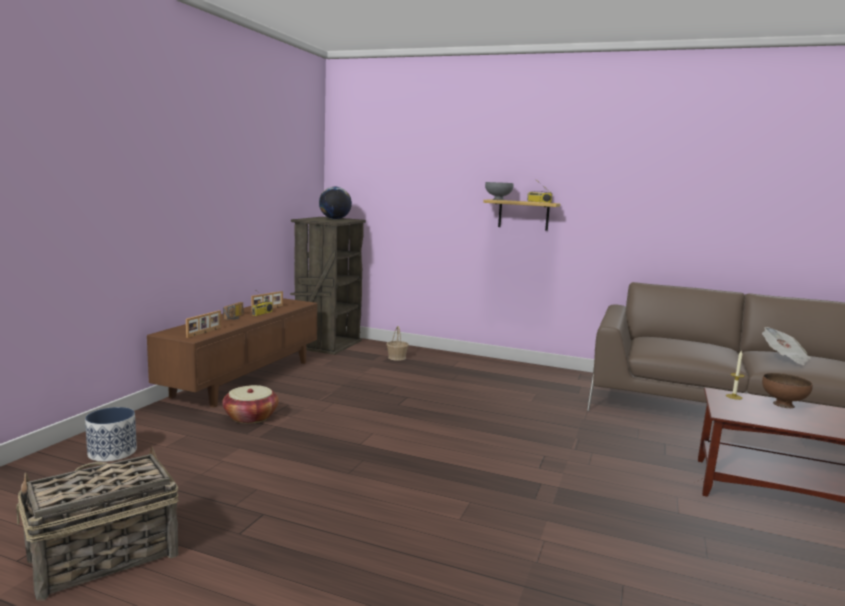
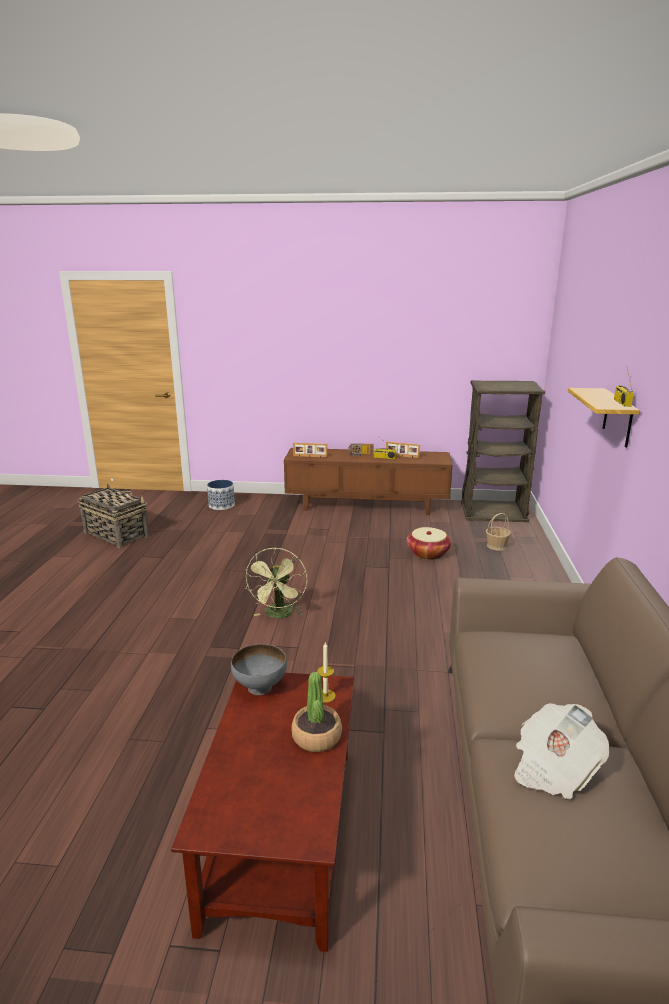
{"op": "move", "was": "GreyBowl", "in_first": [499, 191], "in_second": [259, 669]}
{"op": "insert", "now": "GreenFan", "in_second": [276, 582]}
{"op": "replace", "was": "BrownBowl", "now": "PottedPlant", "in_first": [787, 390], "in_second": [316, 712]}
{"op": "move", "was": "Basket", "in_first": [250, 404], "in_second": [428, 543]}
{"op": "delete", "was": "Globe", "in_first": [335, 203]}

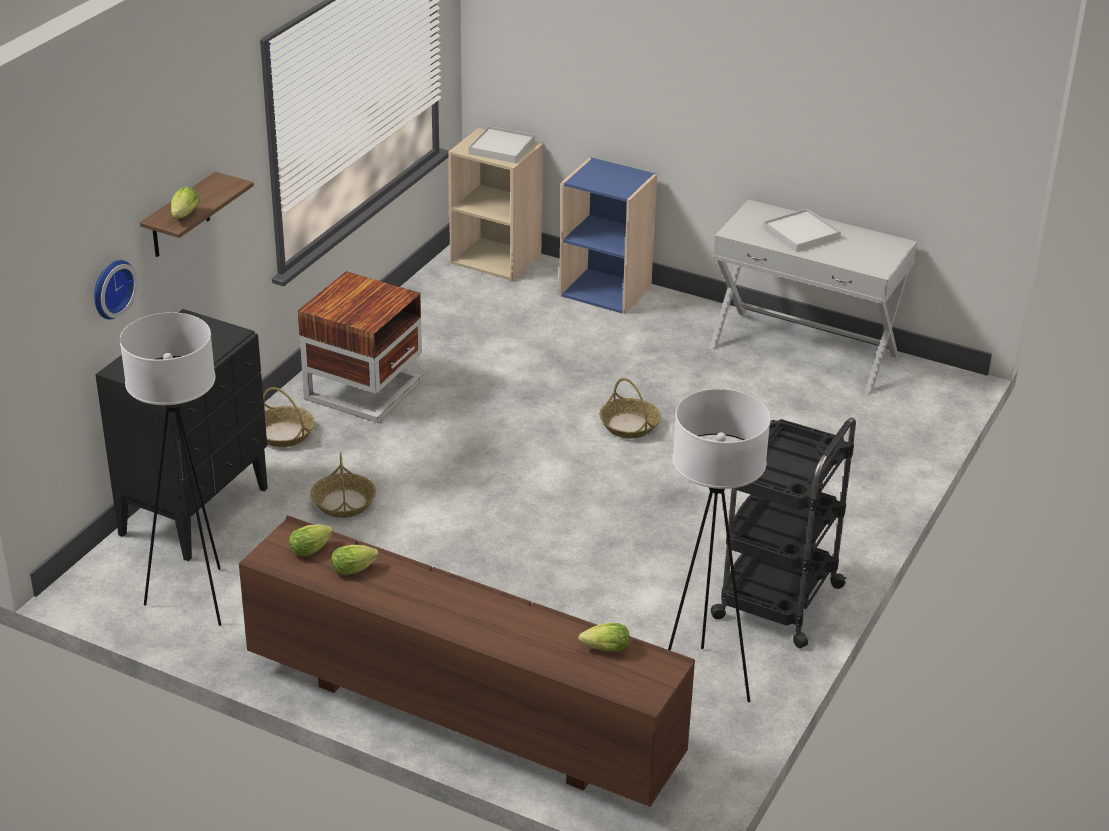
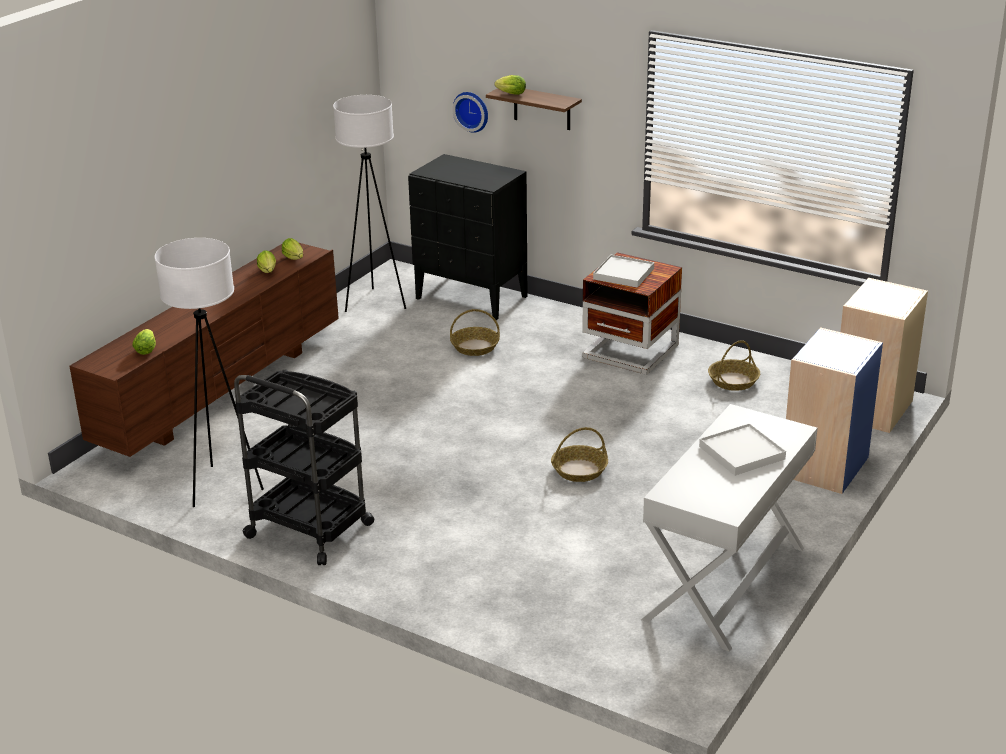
{"op": "move", "was": "WhiteTray", "in_first": [501, 144], "in_second": [623, 271]}
{"op": "move", "was": "Basket", "in_first": [289, 417], "in_second": [734, 365]}

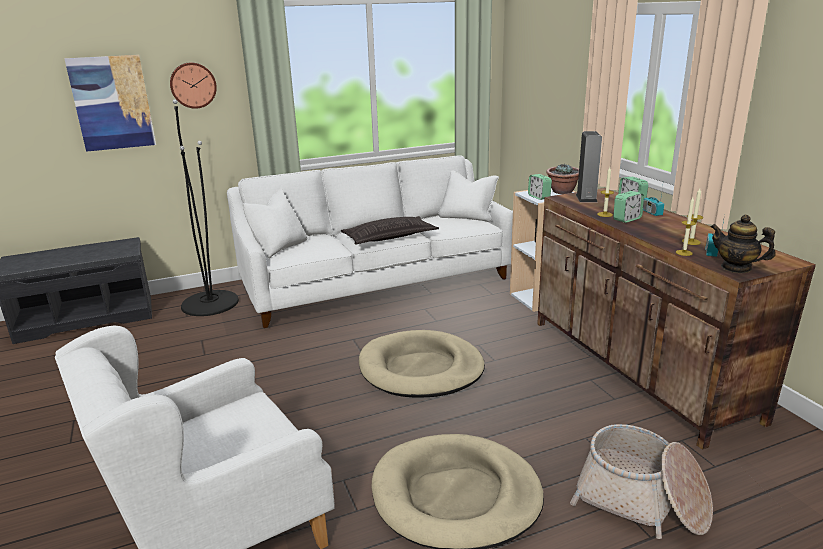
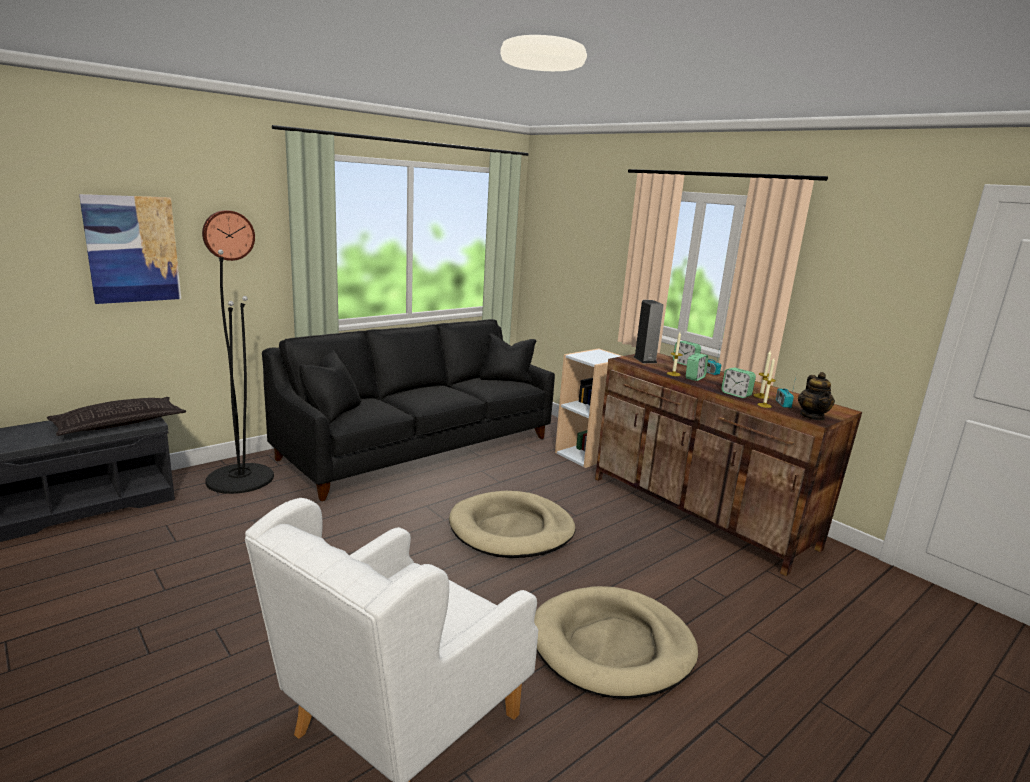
{"op": "move", "was": "Pillow", "in_first": [390, 230], "in_second": [116, 416]}
{"op": "recolor", "was": "WhiteSofa", "now": "BlackSofa", "in_first": [370, 241], "in_second": [408, 410]}
{"op": "move", "was": "AlarmClock", "in_first": [540, 187], "in_second": [738, 383]}
{"op": "rotate", "was": "Teapot", "in_first": [743, 244], "in_second": [816, 396], "clockwise": -105}
{"op": "delete", "was": "PottedPlant", "in_first": [562, 179]}
{"op": "delete", "was": "Basket", "in_first": [641, 481]}

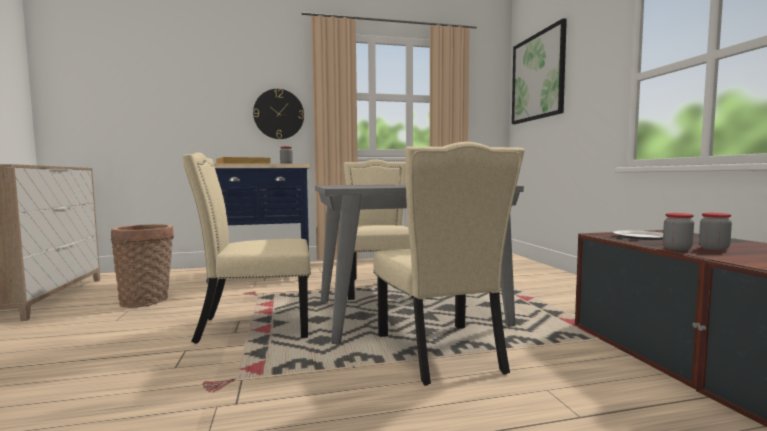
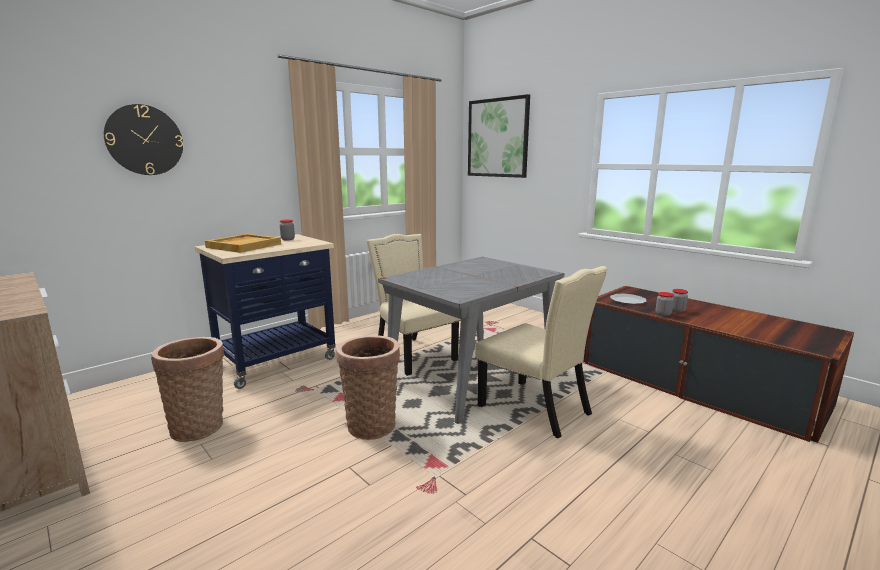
{"op": "move", "was": "WallClock", "in_first": [278, 114], "in_second": [143, 139]}
{"op": "replace", "was": "BeigeChair", "now": "Basket", "in_first": [246, 248], "in_second": [368, 387]}

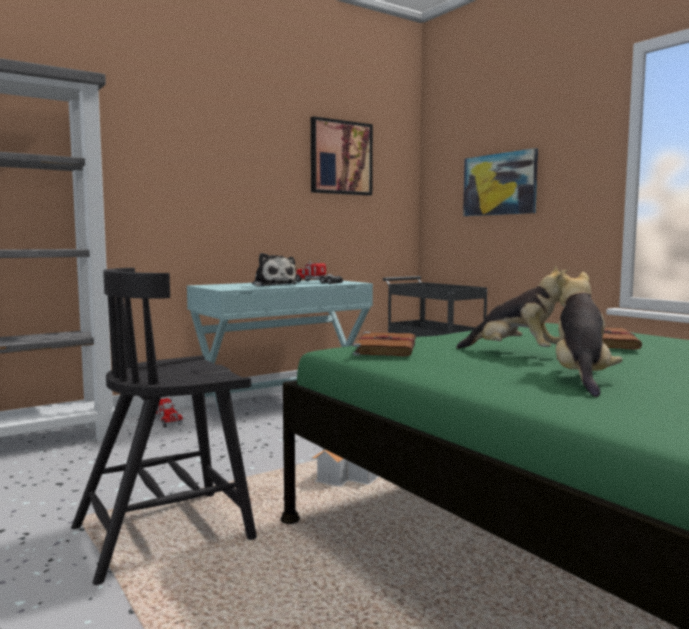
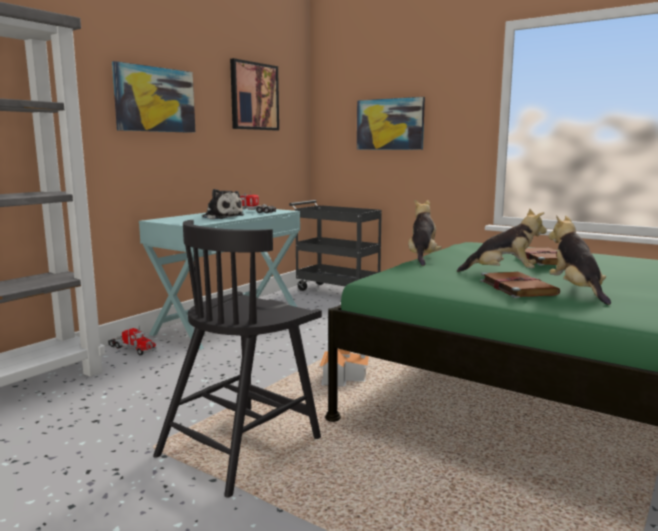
{"op": "insert", "now": "Picture", "in_second": [153, 97]}
{"op": "insert", "now": "PlushToy", "in_second": [425, 232]}
{"op": "move", "was": "BrownBook", "in_first": [384, 344], "in_second": [520, 285]}

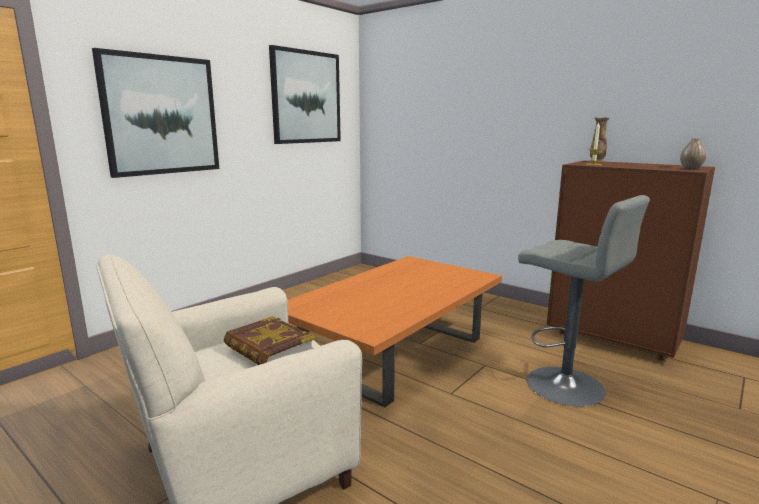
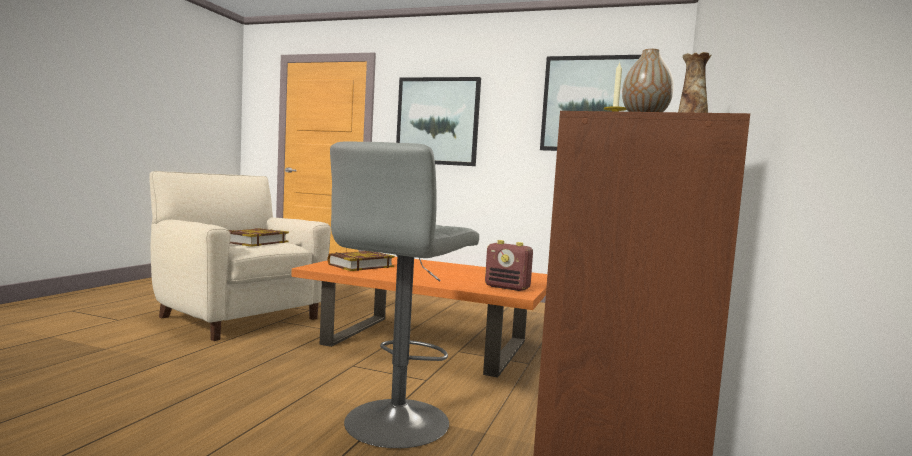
{"op": "insert", "now": "Book", "in_second": [361, 261]}
{"op": "insert", "now": "Radio", "in_second": [509, 265]}

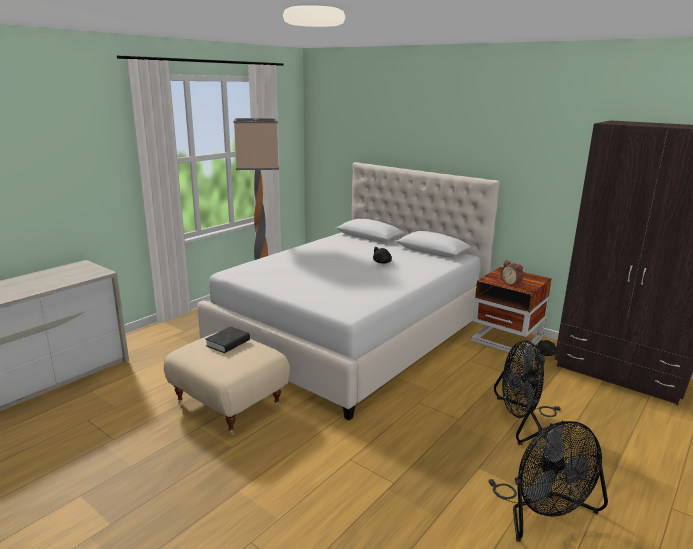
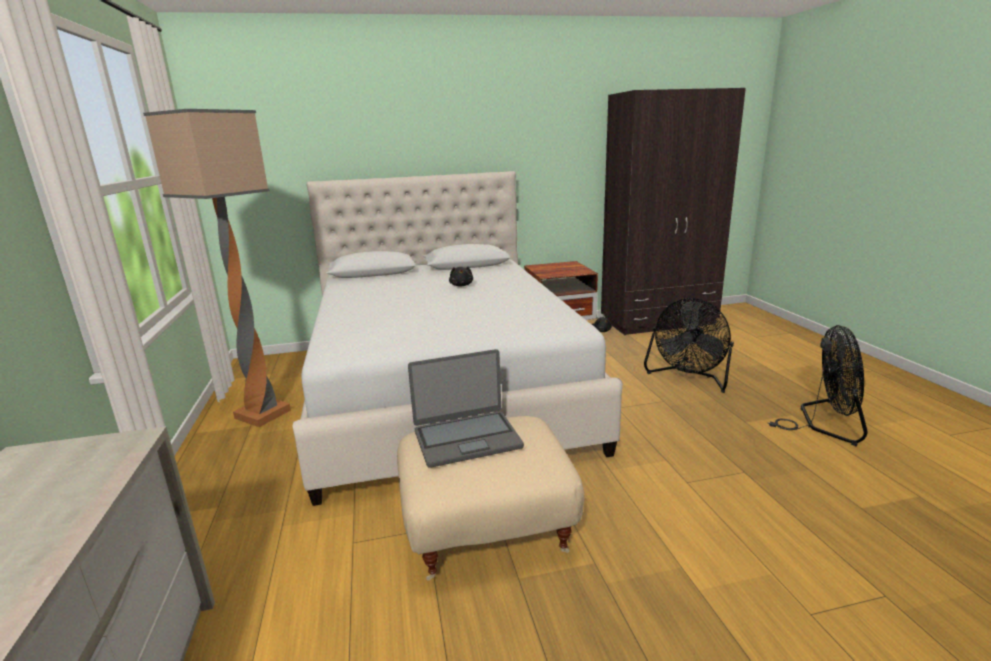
{"op": "replace", "was": "BlackBook", "now": "Laptop", "in_first": [228, 339], "in_second": [466, 408]}
{"op": "delete", "was": "AlarmClock", "in_first": [512, 273]}

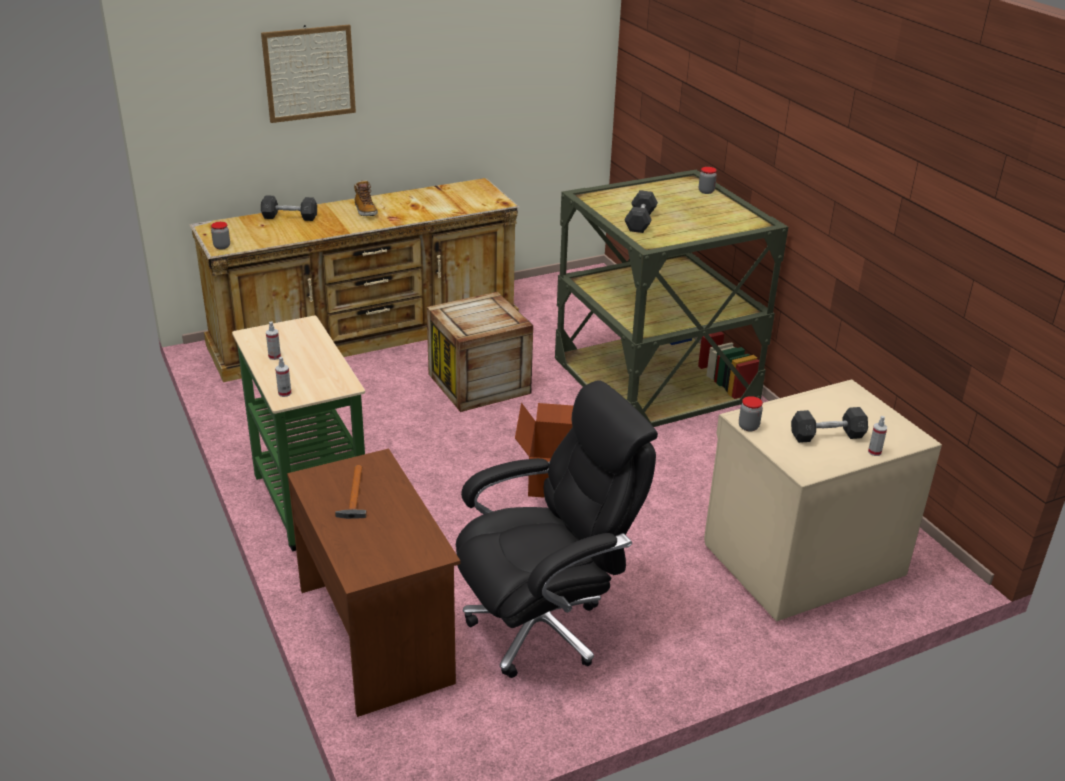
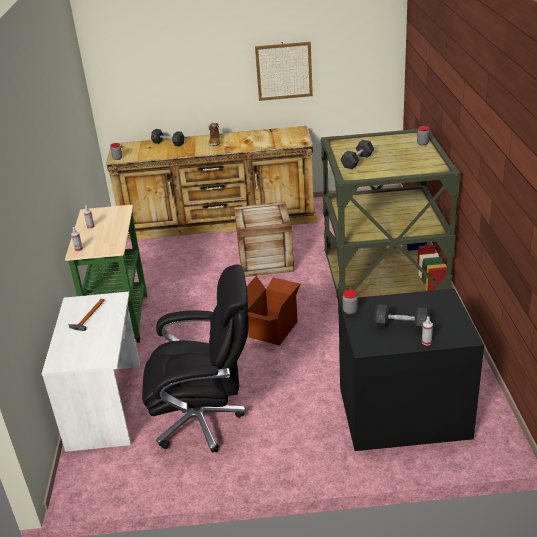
{"op": "recolor", "was": "BrownDesk", "now": "WhiteDesk", "in_first": [373, 583], "in_second": [91, 372]}
{"op": "move", "was": "Picture", "in_first": [308, 73], "in_second": [284, 71]}
{"op": "recolor", "was": "BeigeWashingMachine", "now": "BlackWashingMachine", "in_first": [823, 500], "in_second": [411, 369]}

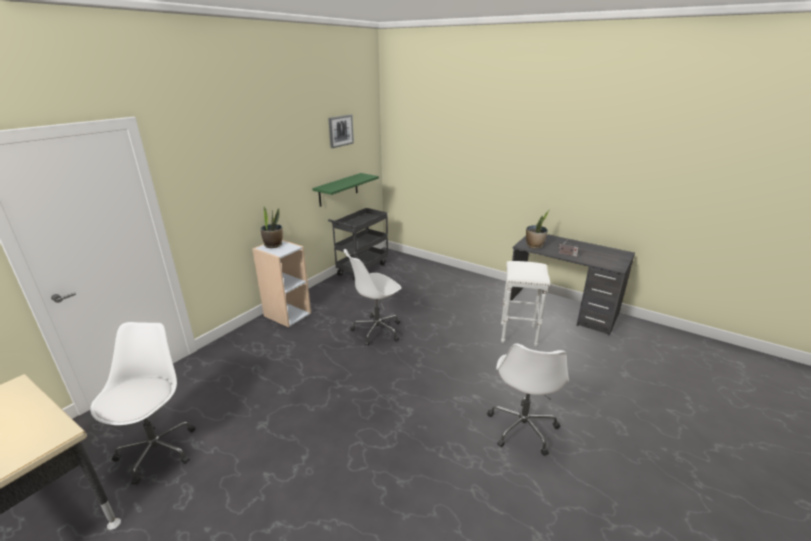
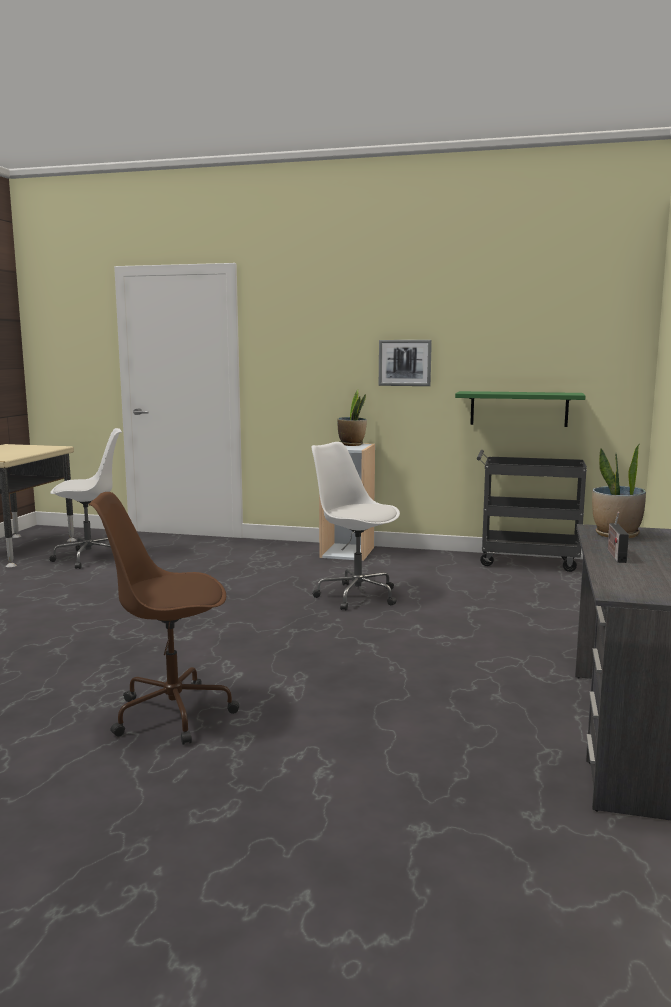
{"op": "recolor", "was": "WhiteOfficeChair", "now": "BrownOfficeChair", "in_first": [528, 399], "in_second": [164, 618]}
{"op": "move", "was": "Picture", "in_first": [341, 131], "in_second": [405, 363]}
{"op": "delete", "was": "WhiteStool", "in_first": [525, 304]}

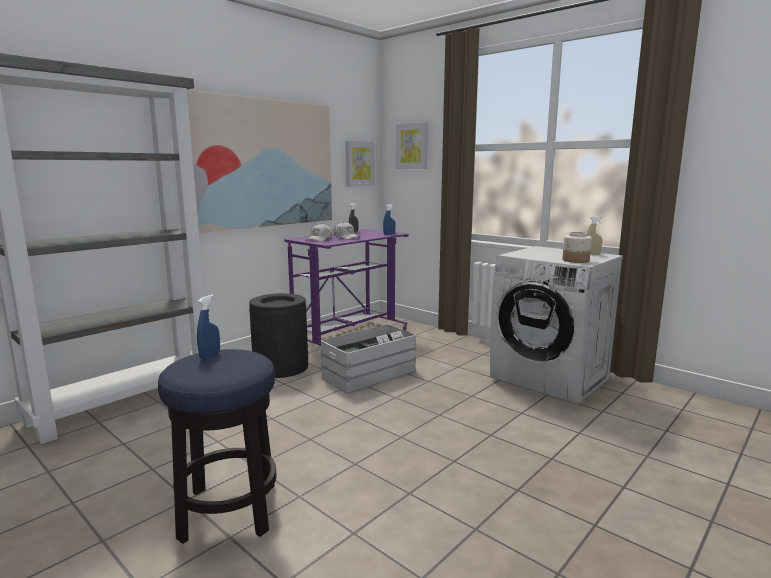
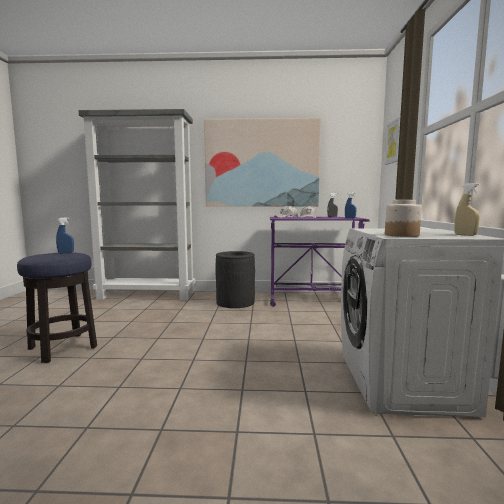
{"op": "delete", "was": "GreyStorageBox", "in_first": [368, 358]}
{"op": "delete", "was": "Picture", "in_first": [360, 163]}

